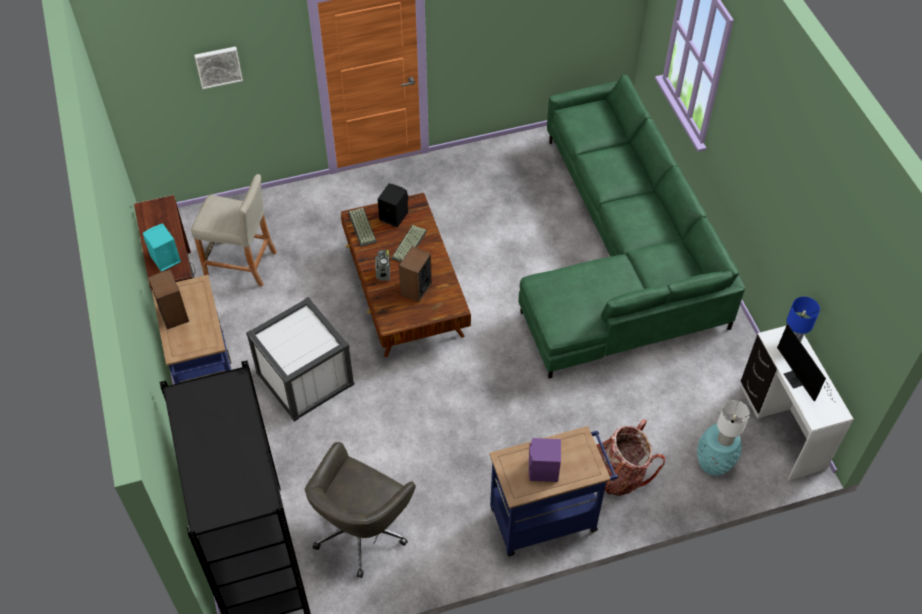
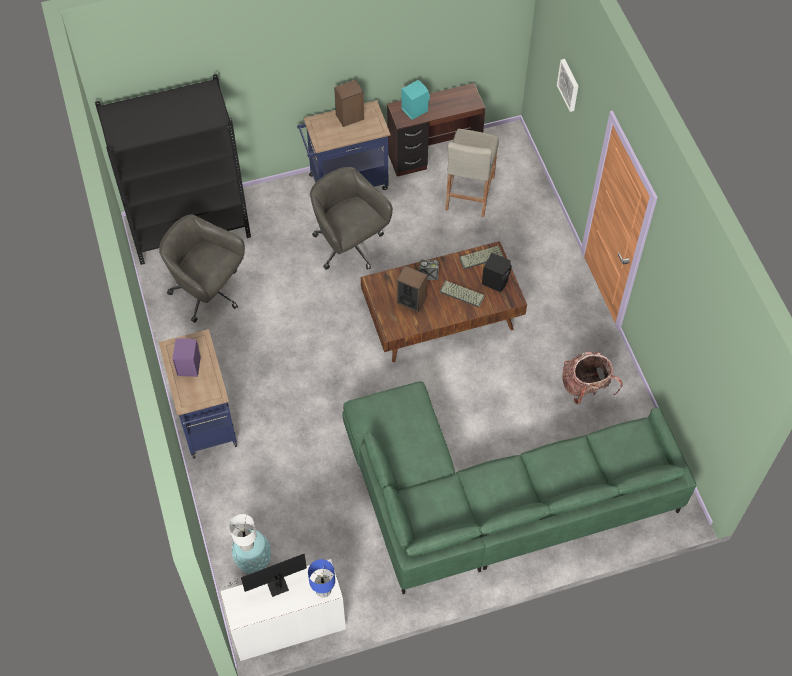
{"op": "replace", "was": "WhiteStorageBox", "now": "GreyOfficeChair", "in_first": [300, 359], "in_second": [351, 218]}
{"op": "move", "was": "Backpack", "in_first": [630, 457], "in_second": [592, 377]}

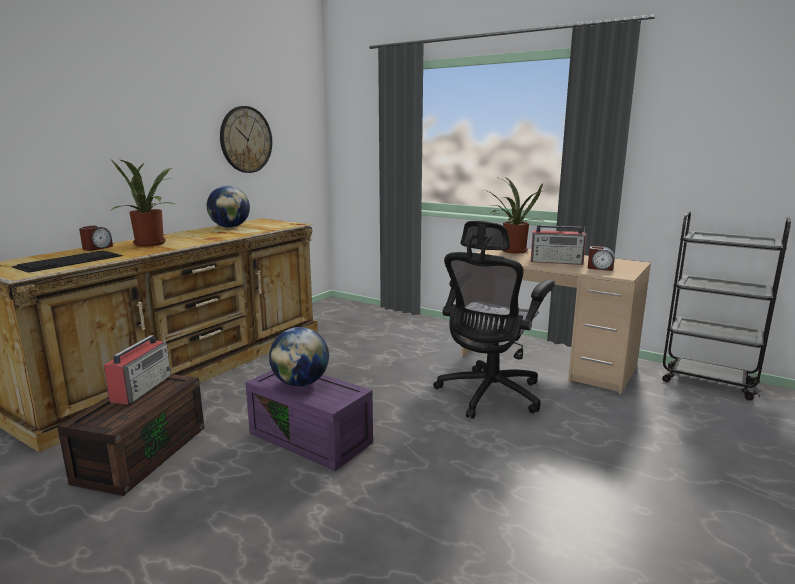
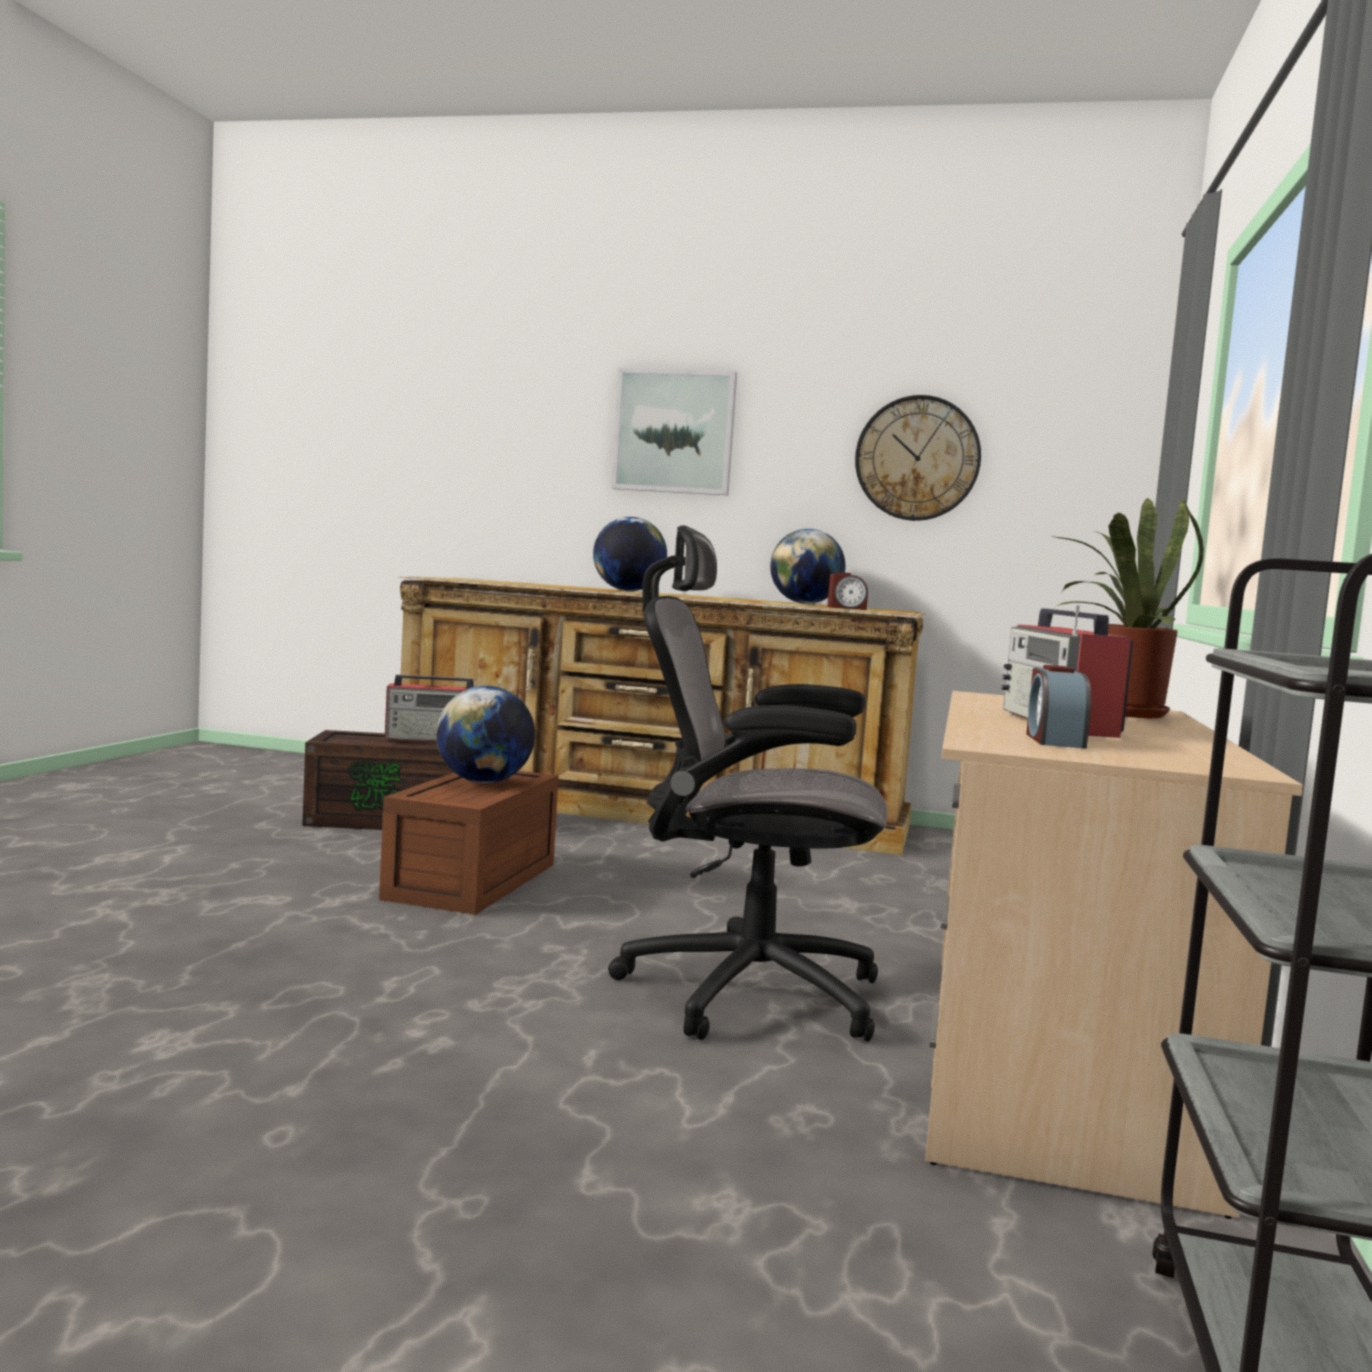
{"op": "recolor", "was": "PurpleStorageBox", "now": "BrownStorageBox", "in_first": [309, 420], "in_second": [469, 843]}
{"op": "replace", "was": "PottedPlant", "now": "Globe", "in_first": [143, 203], "in_second": [630, 554]}
{"op": "insert", "now": "Picture", "in_second": [674, 431]}
{"op": "move", "was": "AlarmClock", "in_first": [96, 238], "in_second": [847, 591]}
{"op": "delete", "was": "Keyboard", "in_first": [67, 261]}

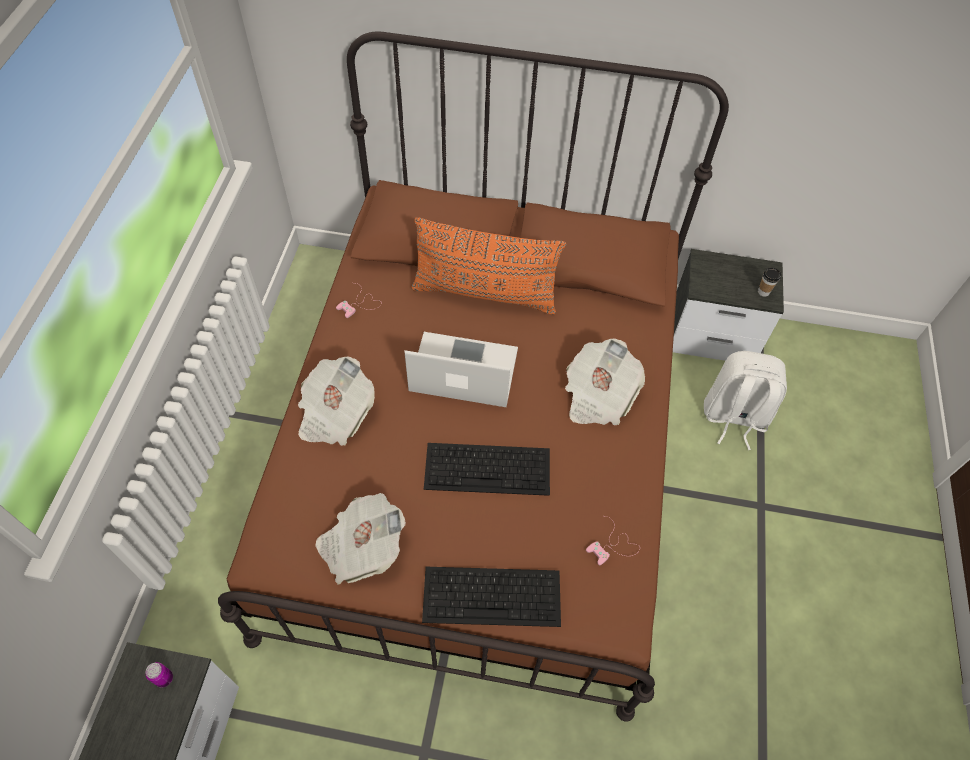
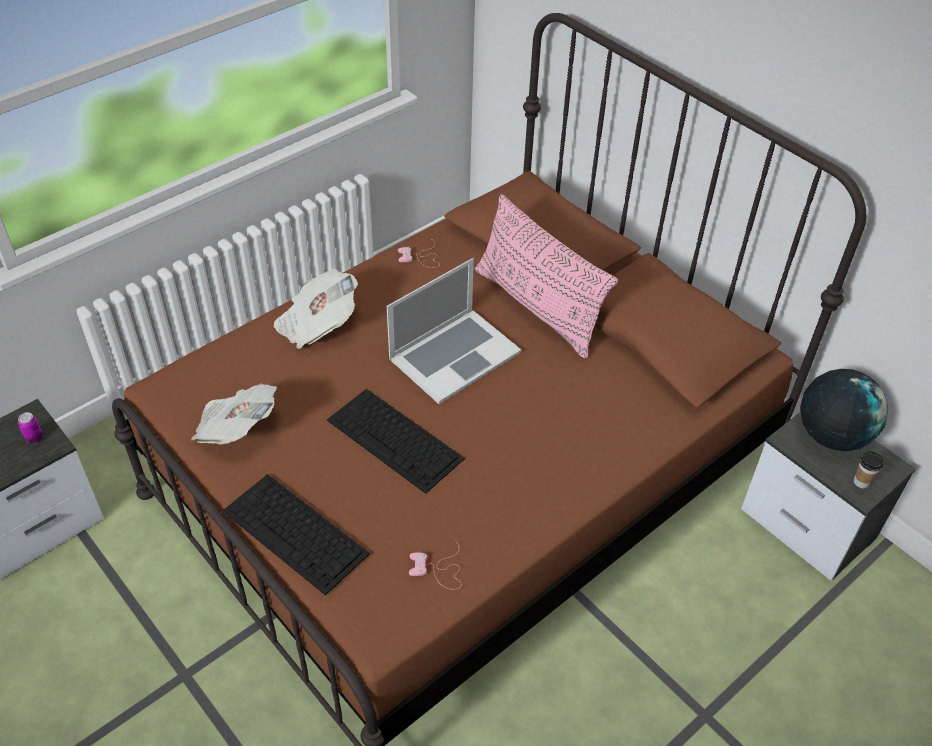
{"op": "rotate", "was": "Laptop", "in_first": [461, 369], "in_second": [454, 331], "clockwise": 90}
{"op": "recolor", "was": "OrangePillow", "now": "PinkPillow", "in_first": [488, 266], "in_second": [546, 276]}
{"op": "insert", "now": "Globe", "in_second": [844, 410]}
{"op": "delete", "was": "Newspaper", "in_first": [605, 381]}
{"op": "delete", "was": "WhiteBackpack", "in_first": [745, 400]}

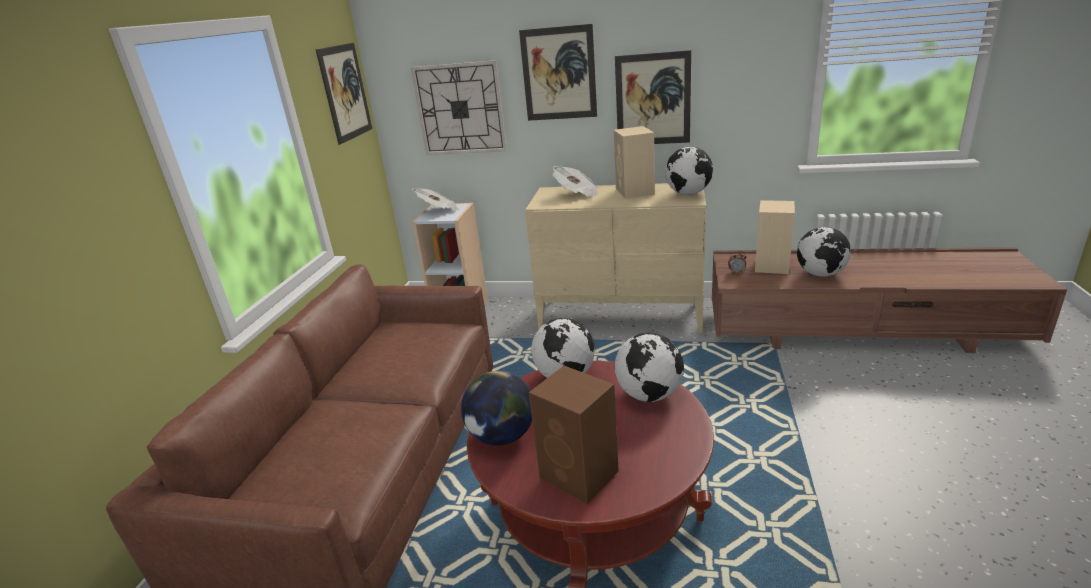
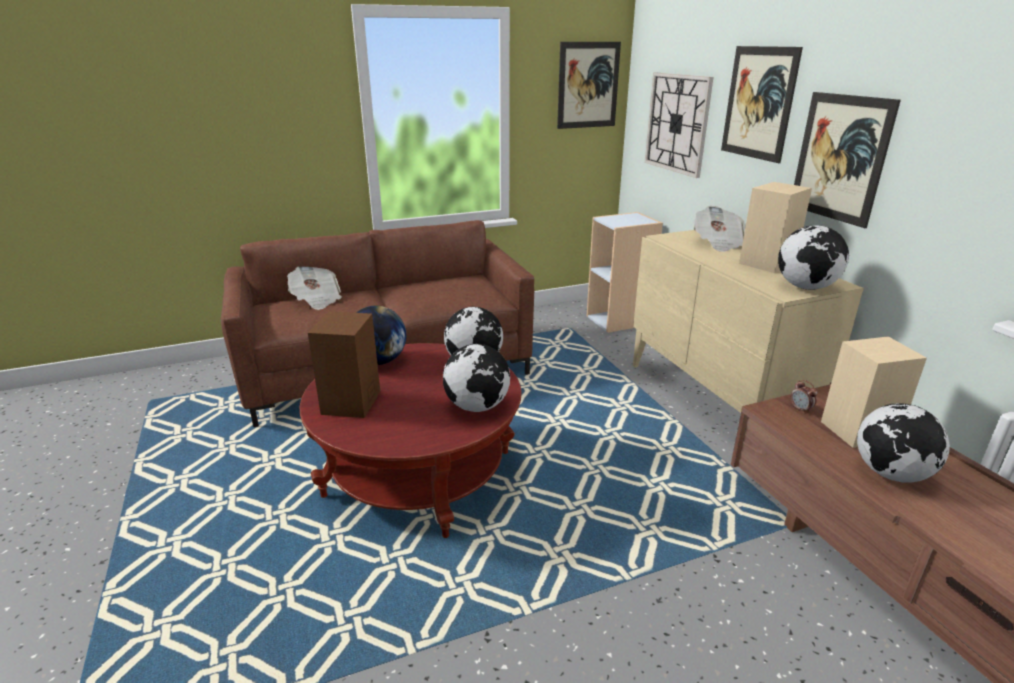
{"op": "move", "was": "Newspaper", "in_first": [436, 199], "in_second": [314, 288]}

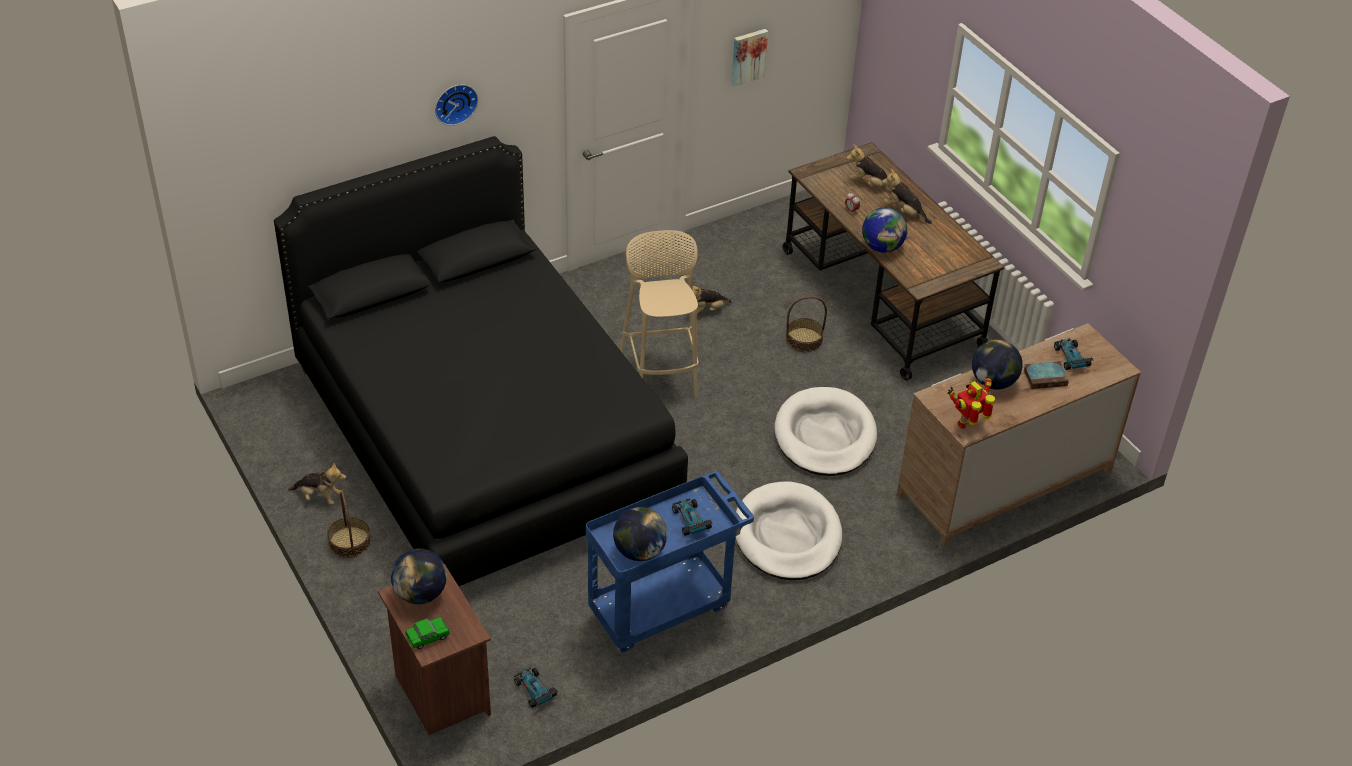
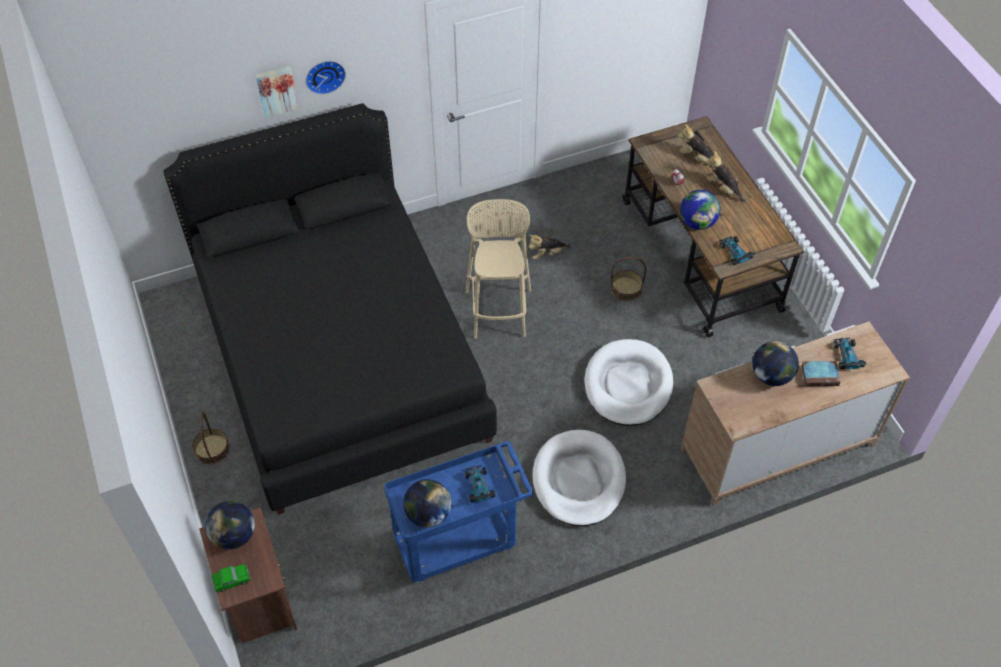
{"op": "move", "was": "Picture", "in_first": [749, 58], "in_second": [277, 92]}
{"op": "move", "was": "ToyCar", "in_first": [536, 688], "in_second": [737, 250]}
{"op": "delete", "was": "PlushToy", "in_first": [317, 483]}
{"op": "delete", "was": "ToyRobot", "in_first": [971, 401]}

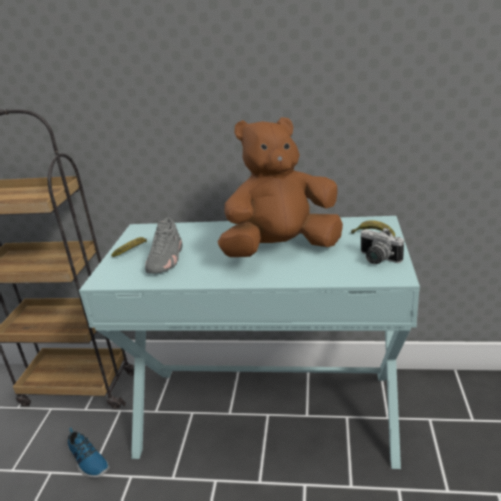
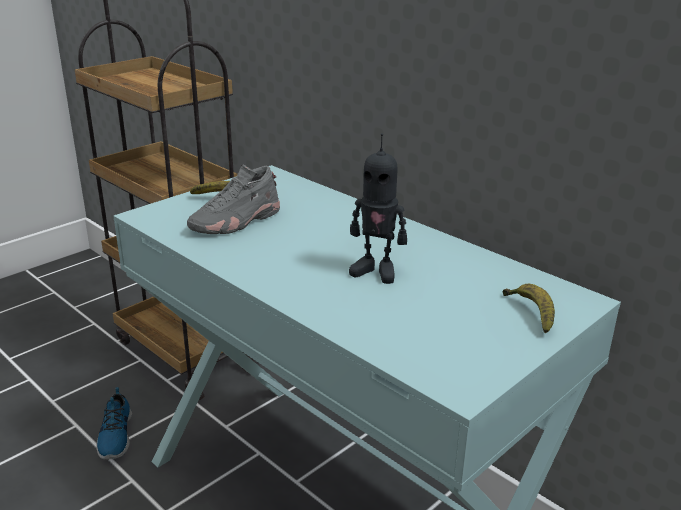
{"op": "replace", "was": "BrownPlushToy", "now": "ToyRobot", "in_first": [280, 187], "in_second": [378, 208]}
{"op": "delete", "was": "PhotoCamera", "in_first": [382, 246]}

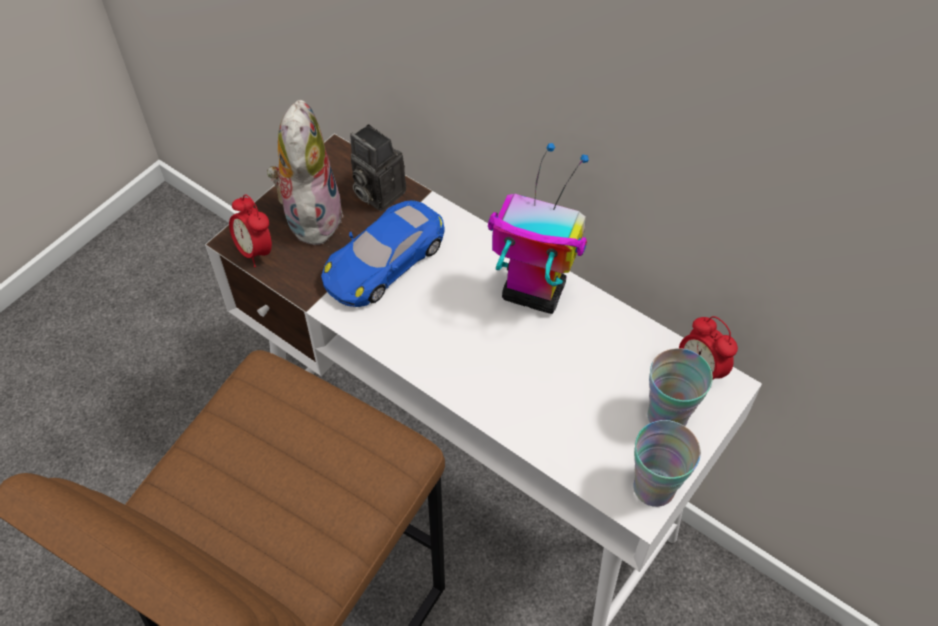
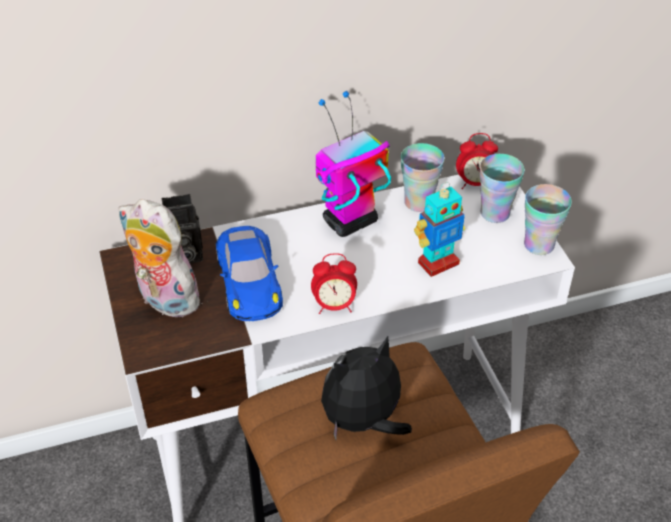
{"op": "move", "was": "AlarmClock", "in_first": [250, 230], "in_second": [334, 283]}
{"op": "insert", "now": "PlushToy", "in_second": [366, 388]}
{"op": "insert", "now": "Cup", "in_second": [423, 177]}
{"op": "insert", "now": "ToyRobot", "in_second": [439, 229]}

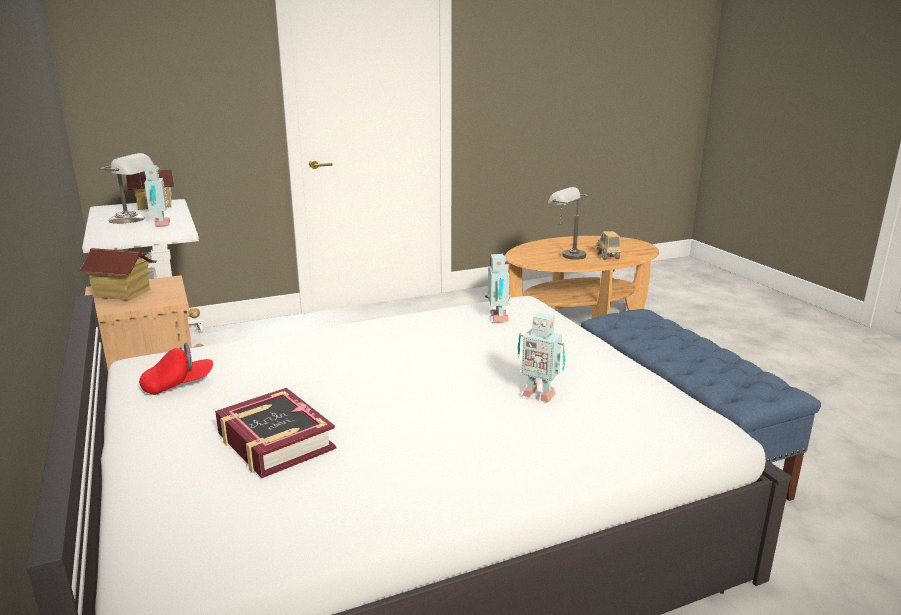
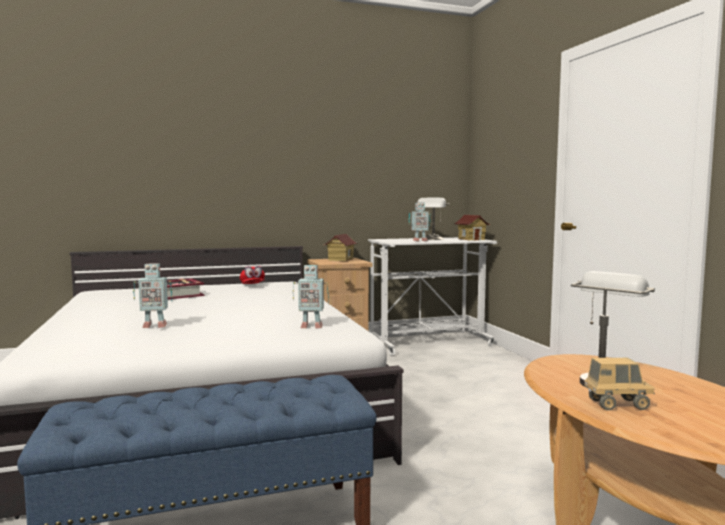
{"op": "rotate", "was": "ToyRobot", "in_first": [541, 357], "in_second": [153, 295], "clockwise": -135}

